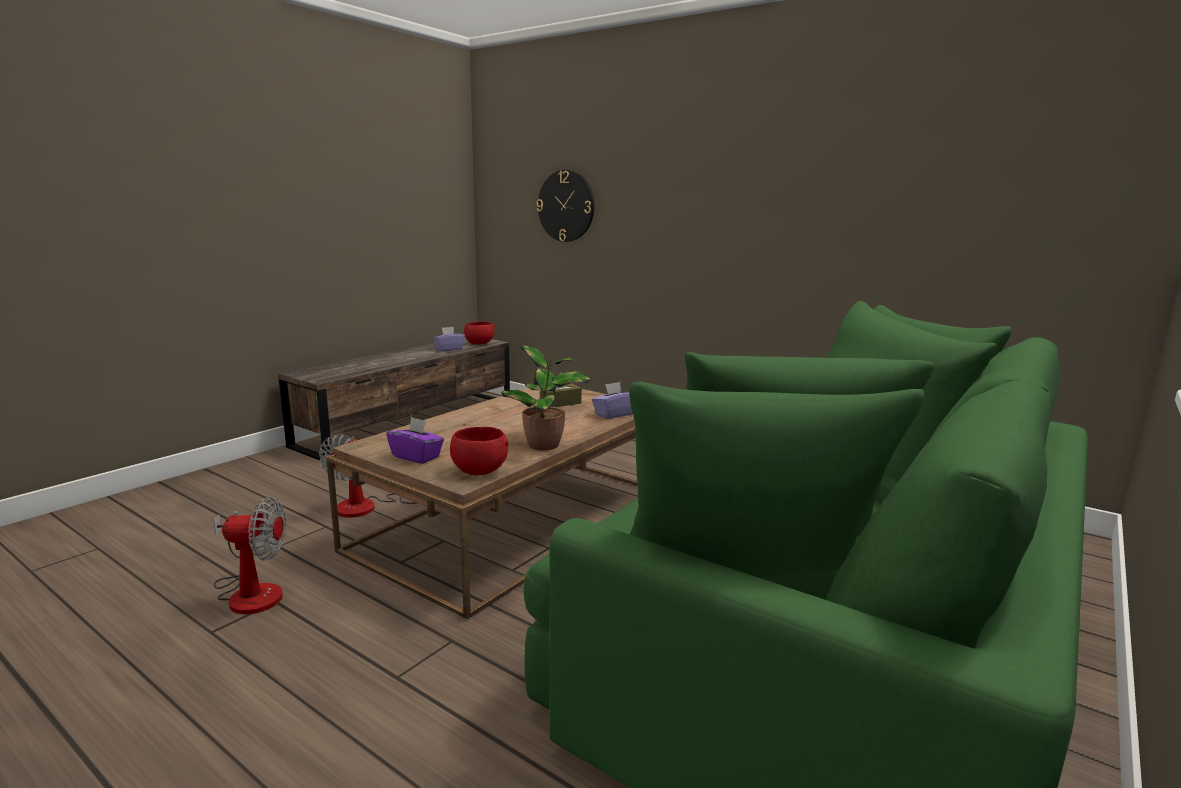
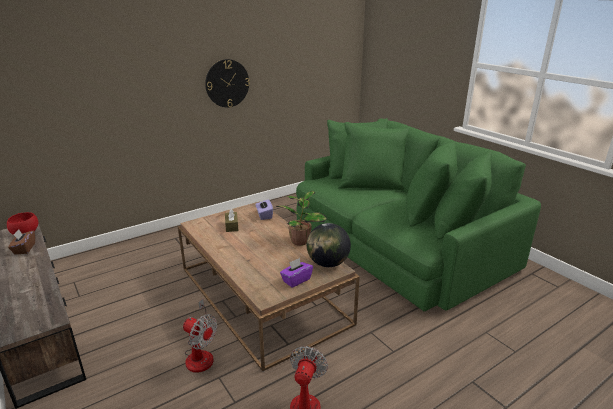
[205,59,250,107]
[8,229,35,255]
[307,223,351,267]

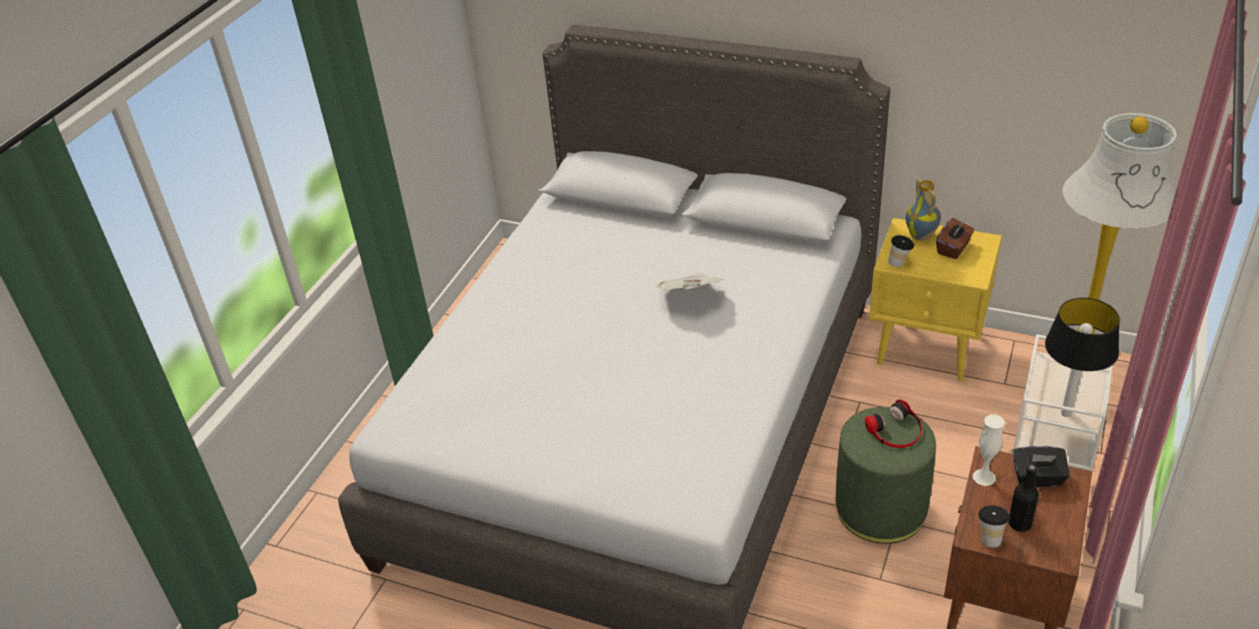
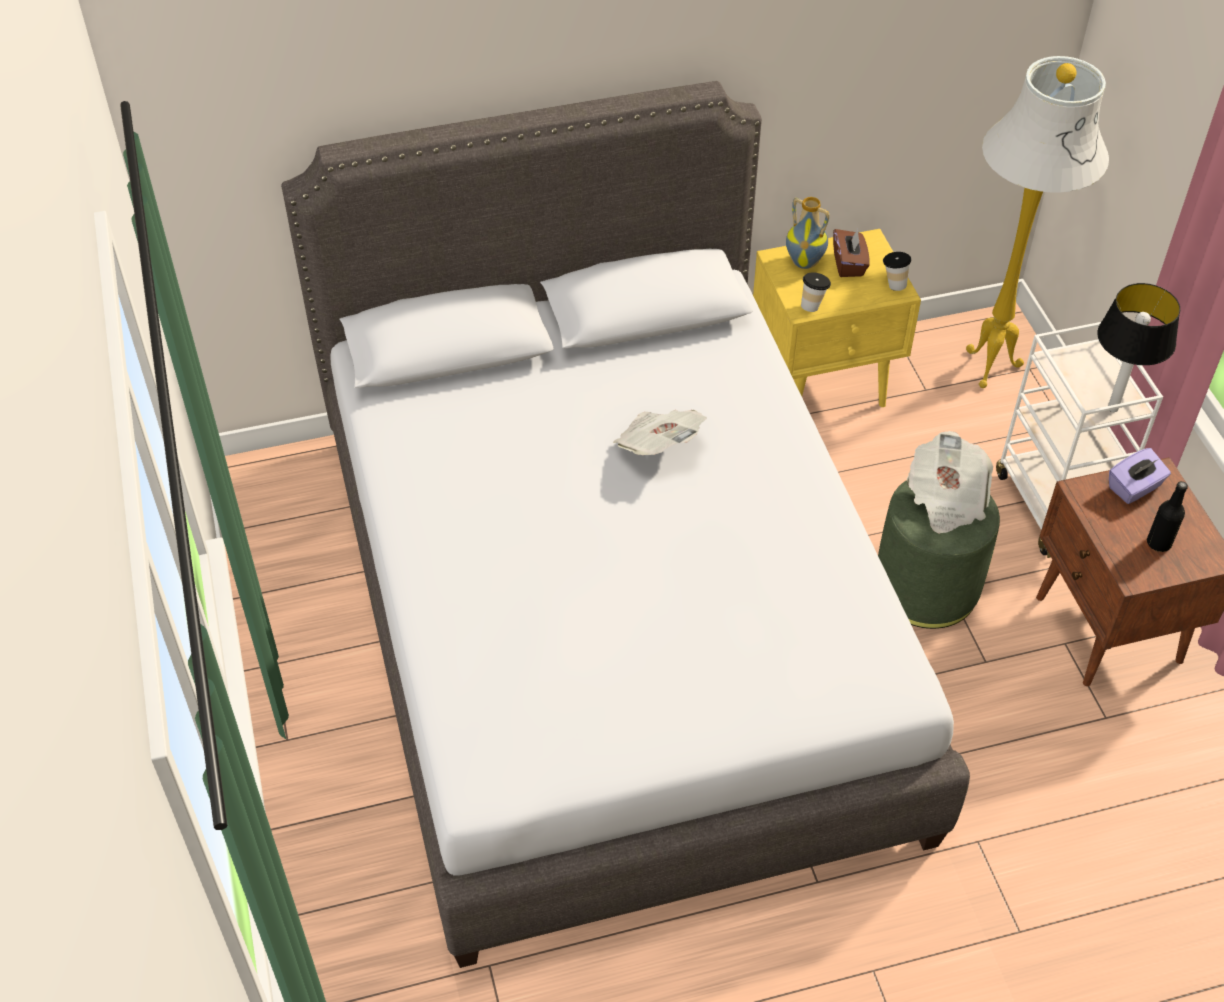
[907,431,993,534]
[973,414,1005,486] (first image)
[1109,448,1171,504]
[883,252,911,291]

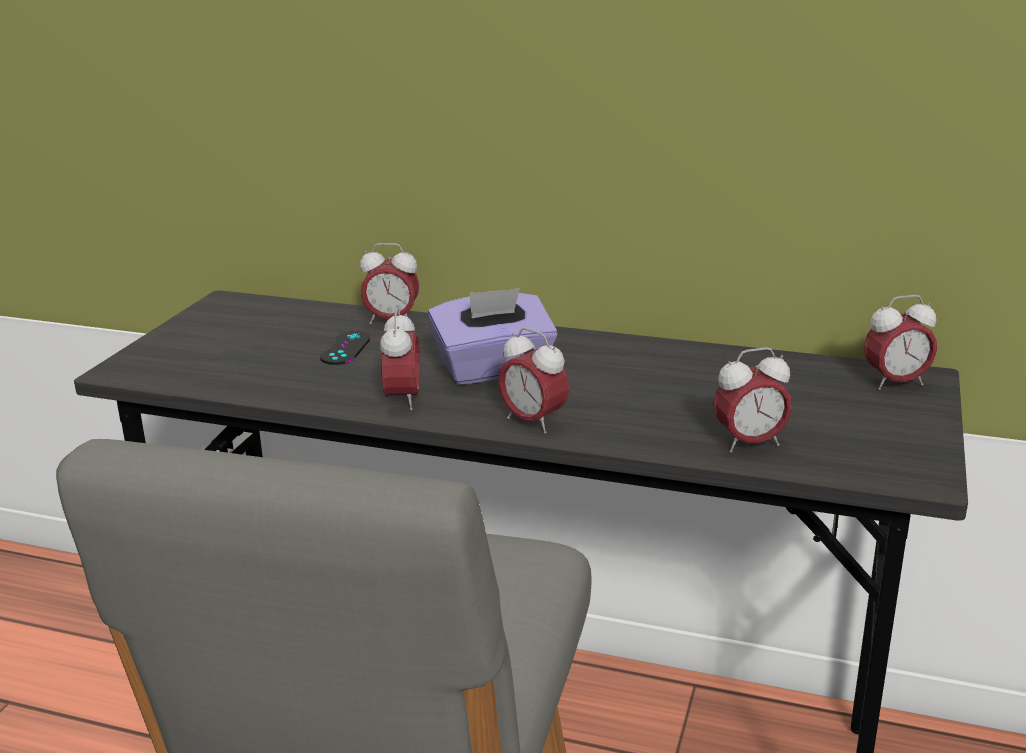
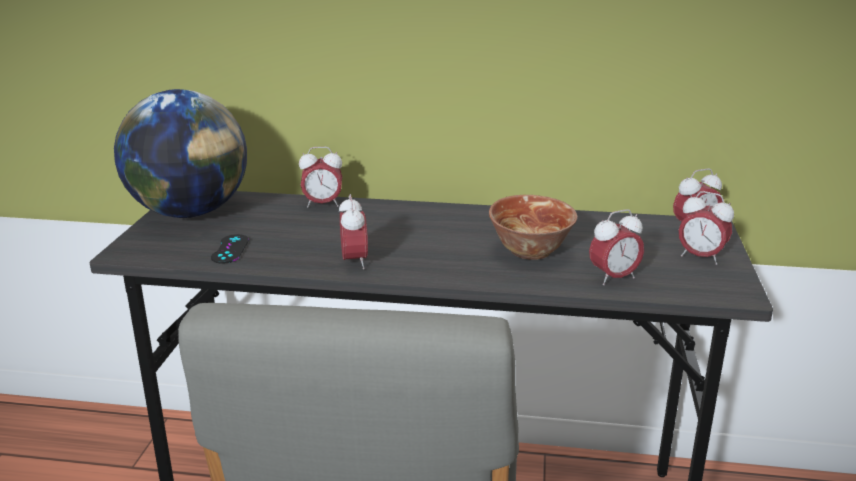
[428,288,558,385] (first image)
[679,191,734,265]
[211,234,249,264]
[114,89,247,218]
[489,195,577,260]

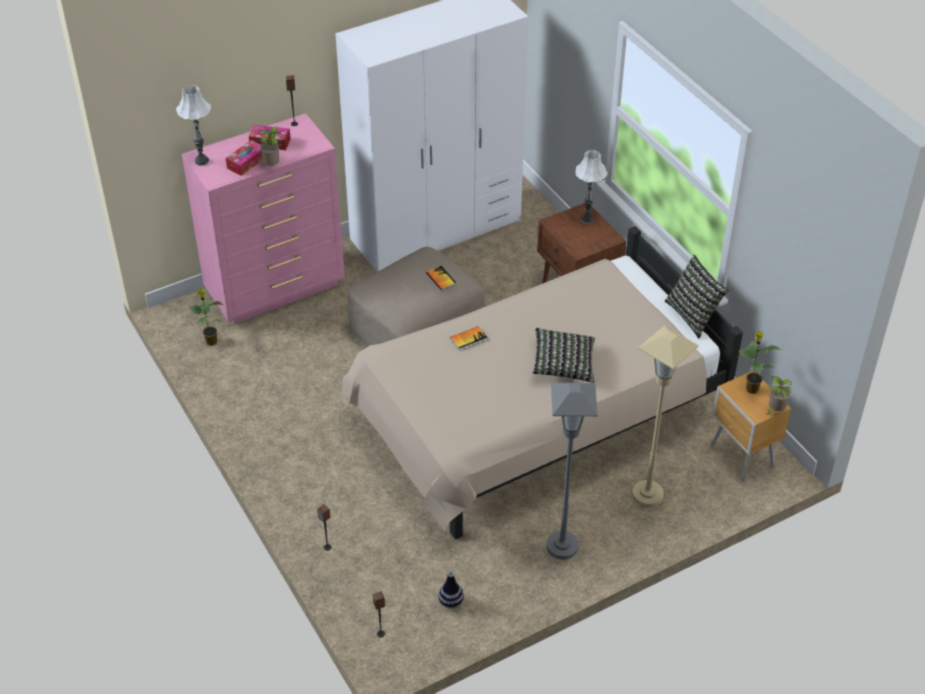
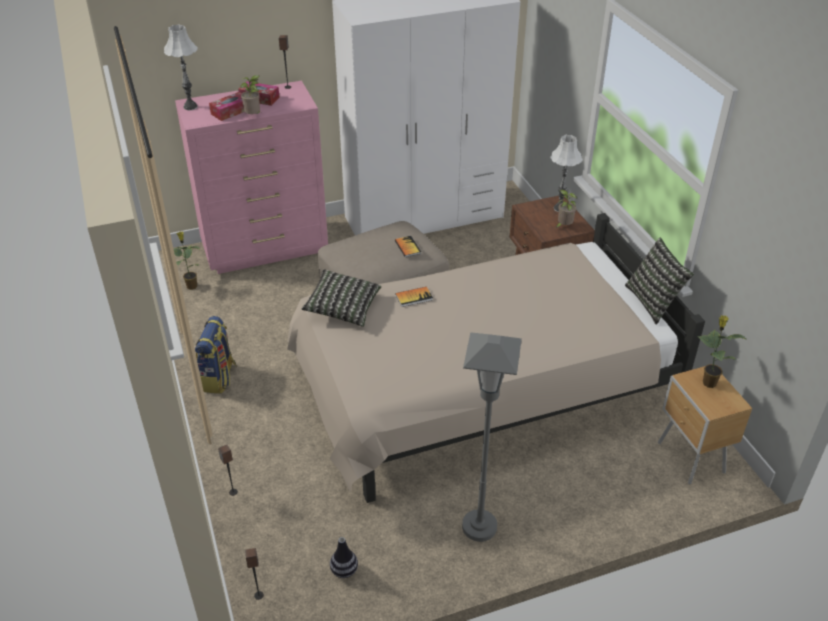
[632,326,699,507] (first image)
[302,269,381,327]
[556,190,577,228]
[195,316,237,394]

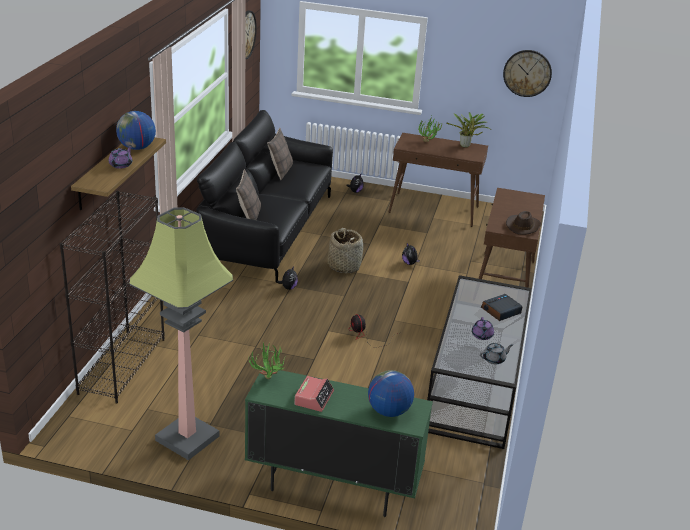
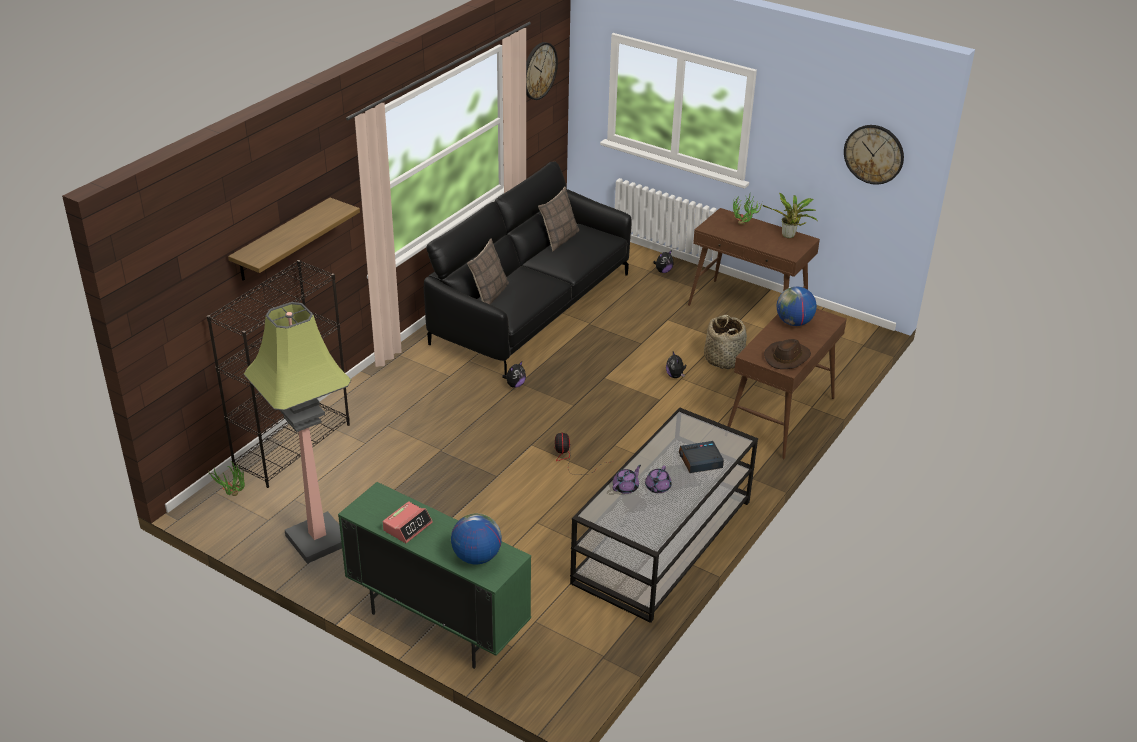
[777,287,817,326]
[613,465,641,494]
[704,315,747,369]
[208,461,245,496]
[480,343,513,364] (first image)

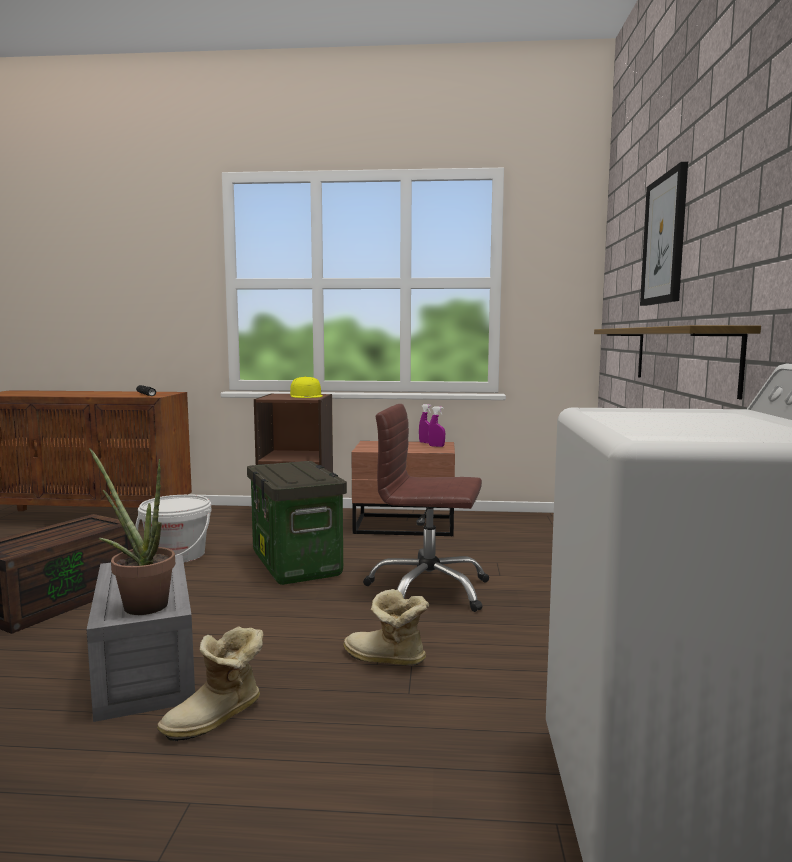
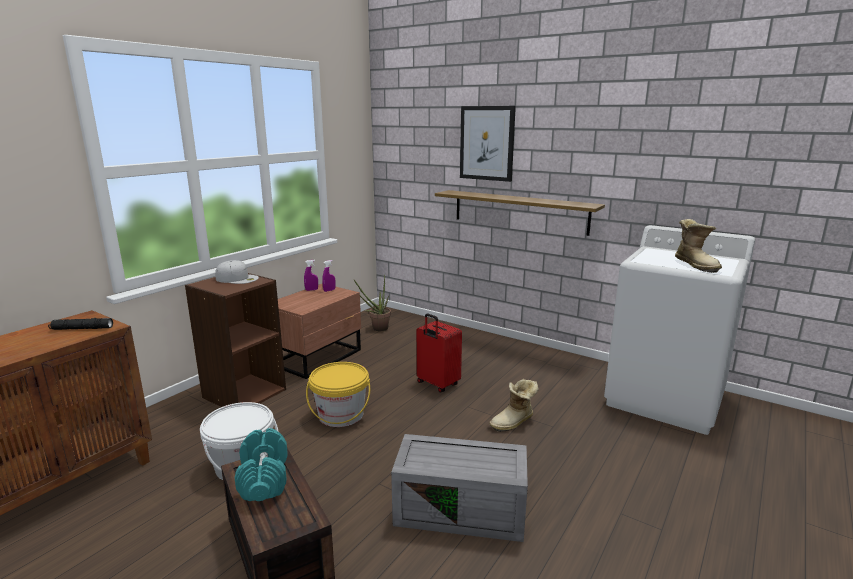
[215,260,259,284]
[417,313,462,392]
[354,275,391,331]
[306,362,370,427]
[675,219,722,273]
[235,428,288,501]

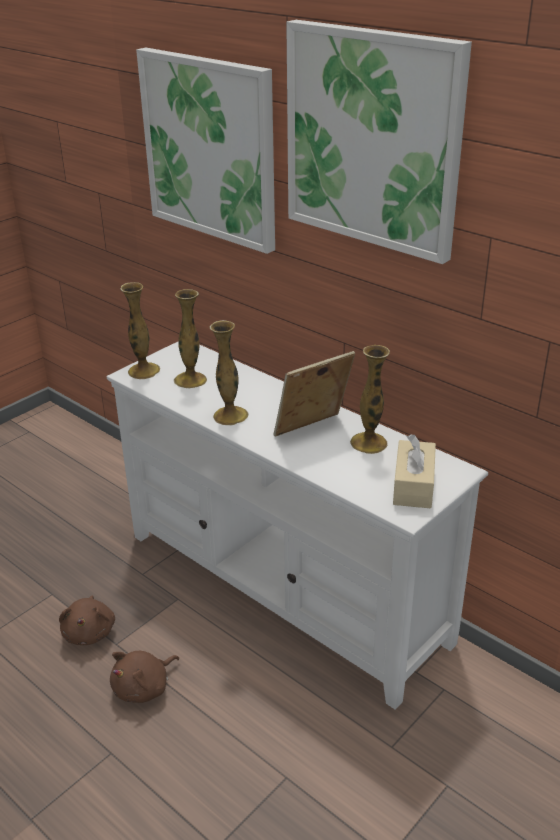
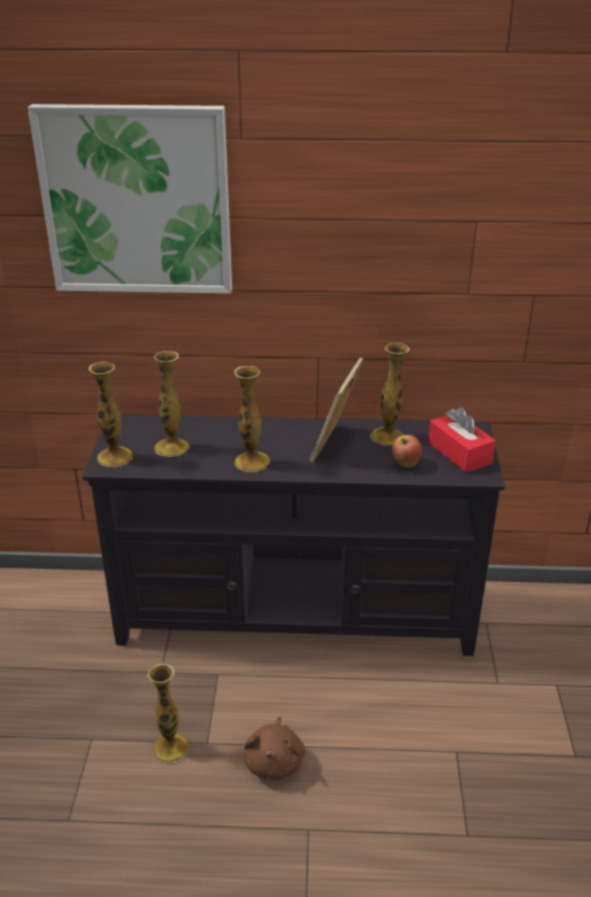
[286,20,472,264] (first image)
[82,414,507,656]
[428,407,496,473]
[148,664,189,763]
[391,435,422,468]

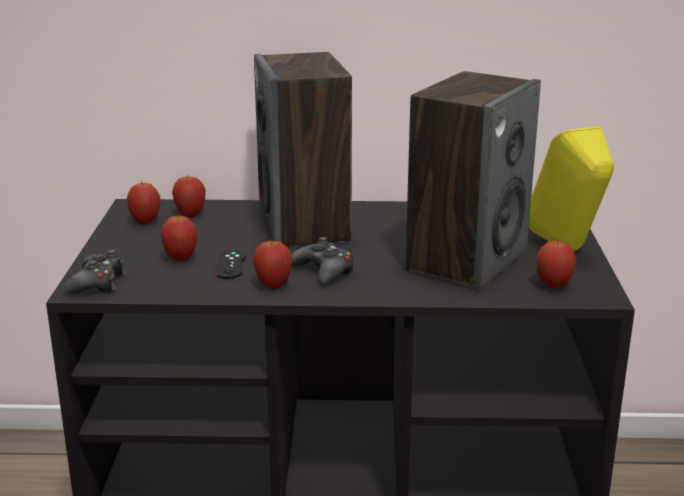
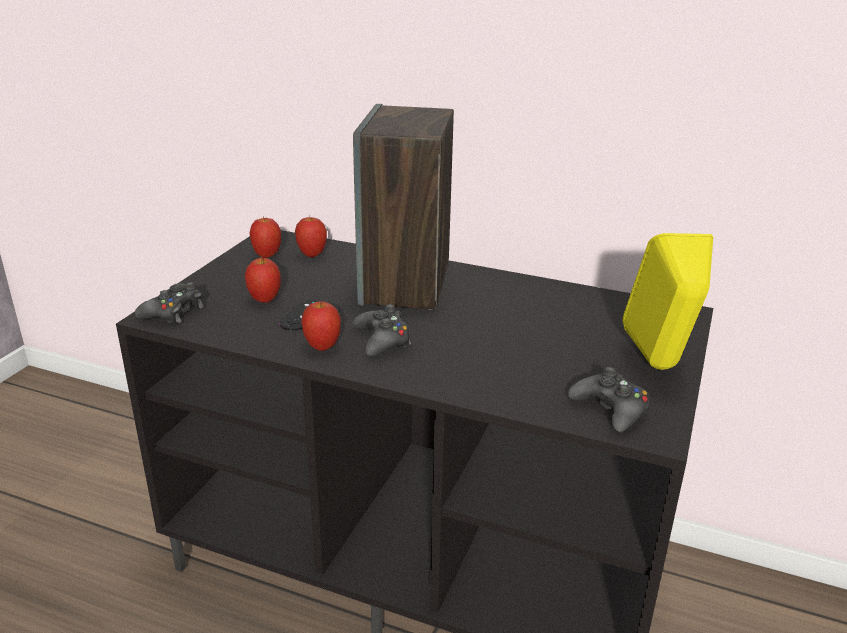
[406,71,541,291] (first image)
[568,367,650,432]

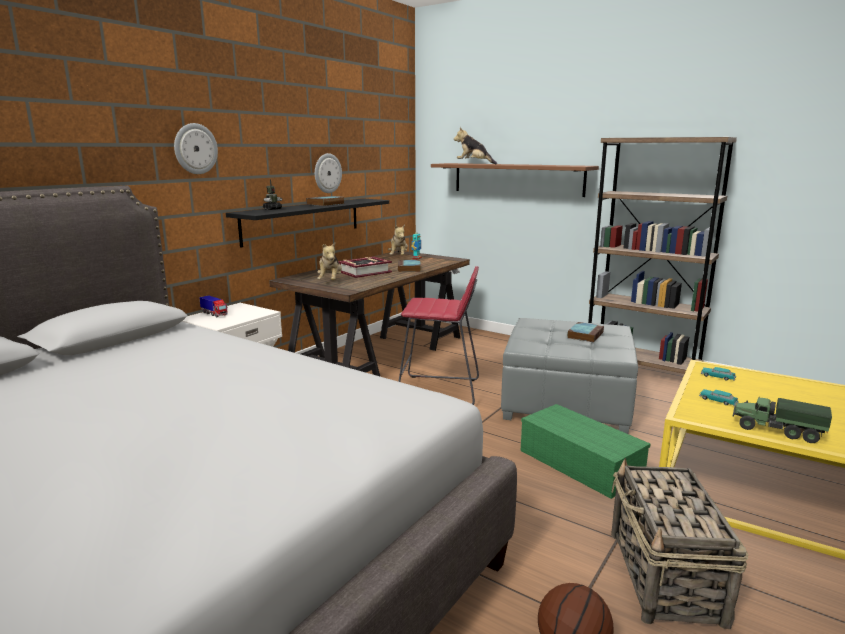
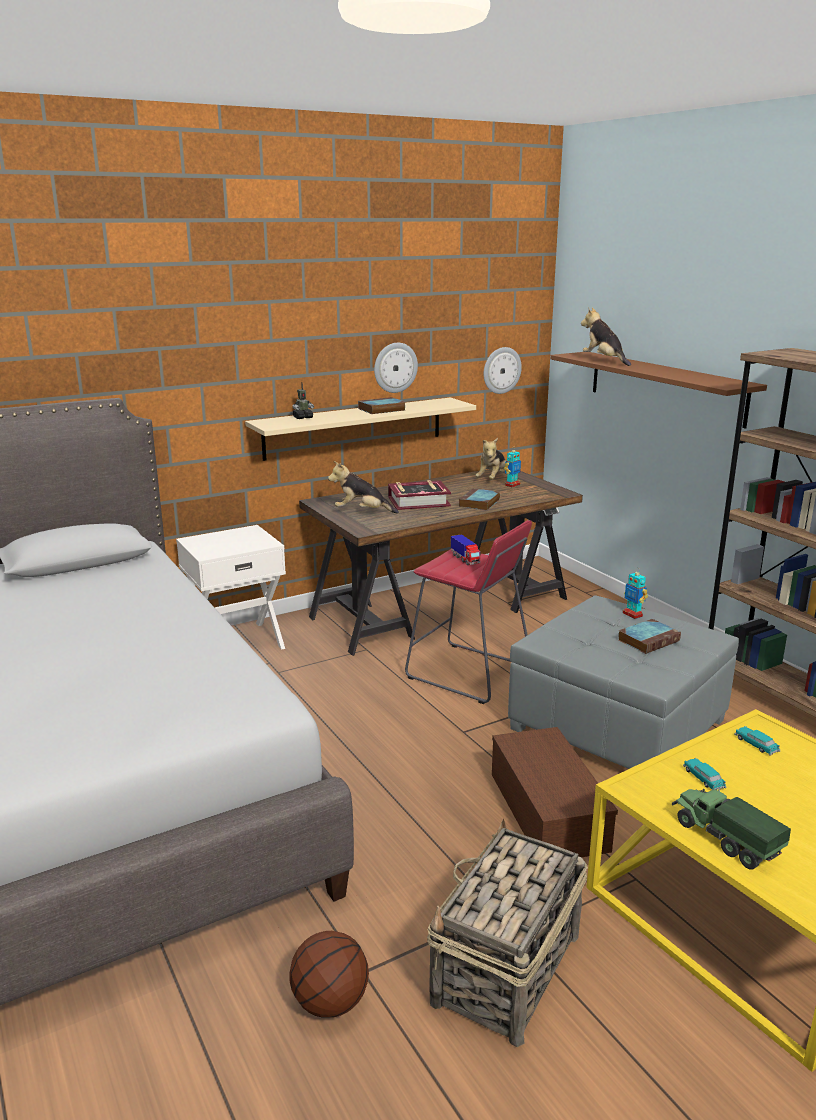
[484,347,522,394]
[245,397,476,461]
[328,461,399,514]
[451,534,481,565]
[492,727,618,857]
[623,569,648,619]

